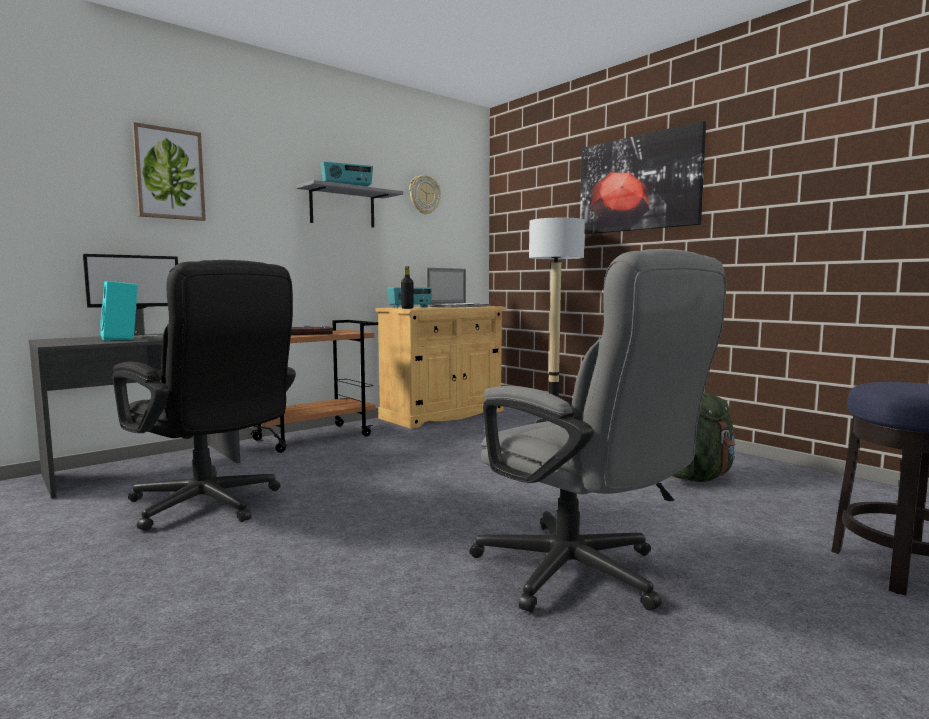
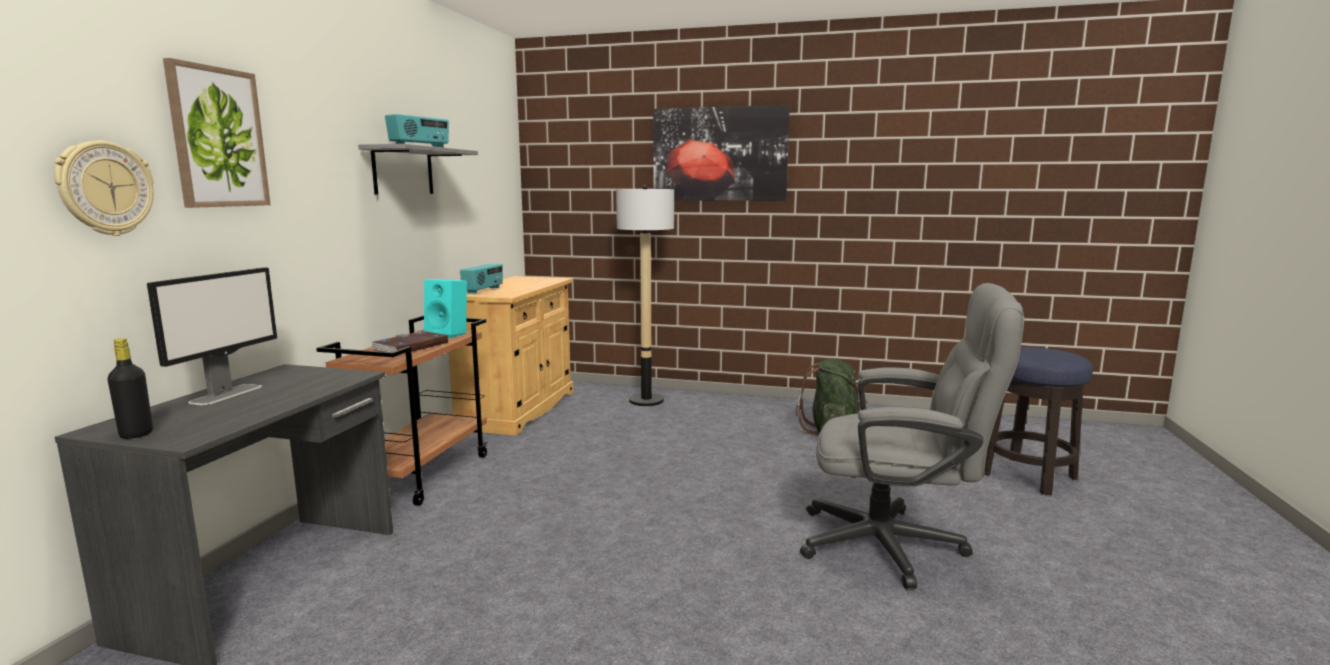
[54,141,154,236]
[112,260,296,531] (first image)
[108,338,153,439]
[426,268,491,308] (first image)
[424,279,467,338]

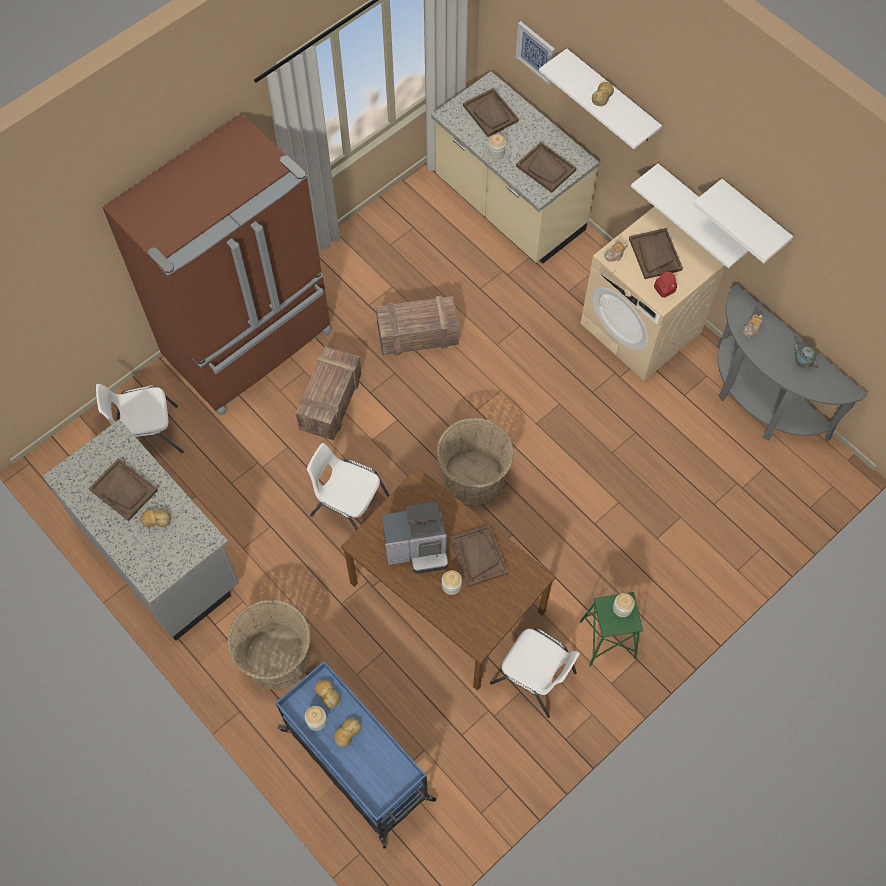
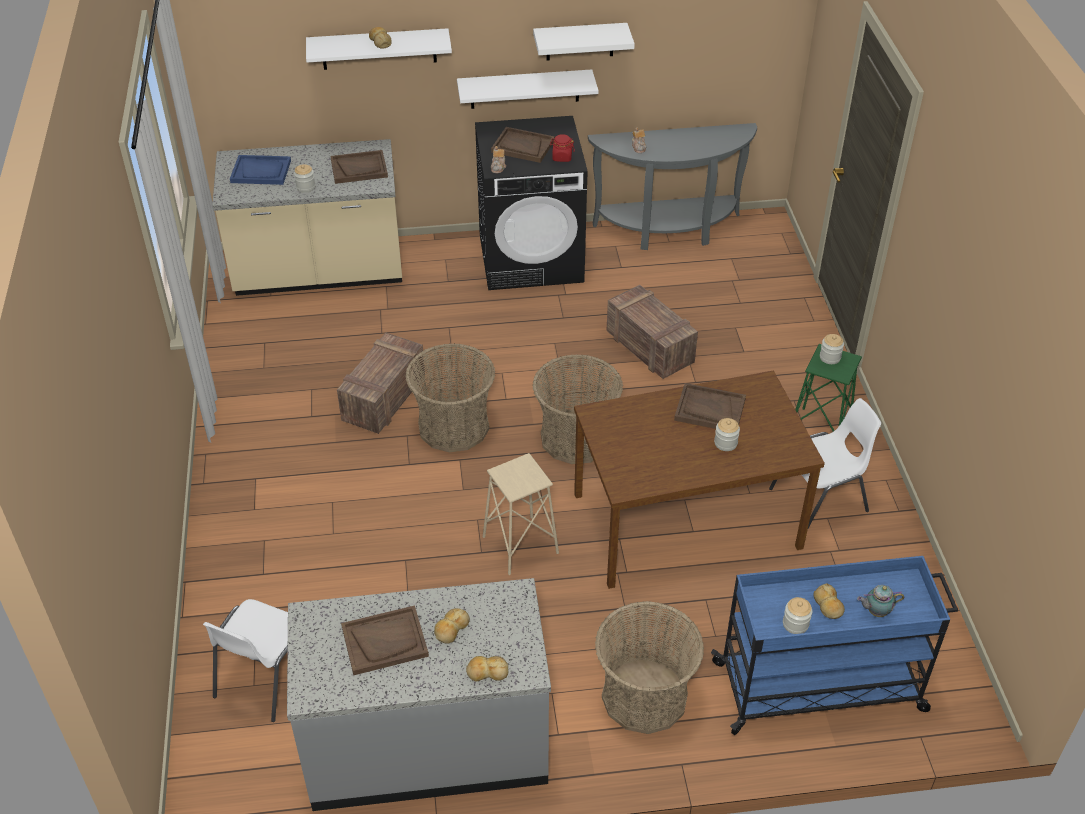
[516,21,555,85] (first image)
[230,155,291,185]
[103,113,332,416] (first image)
[475,116,587,290]
[857,585,904,617]
[607,285,698,379]
[483,453,559,575]
[382,502,448,574] (first image)
[466,656,508,681]
[405,343,495,452]

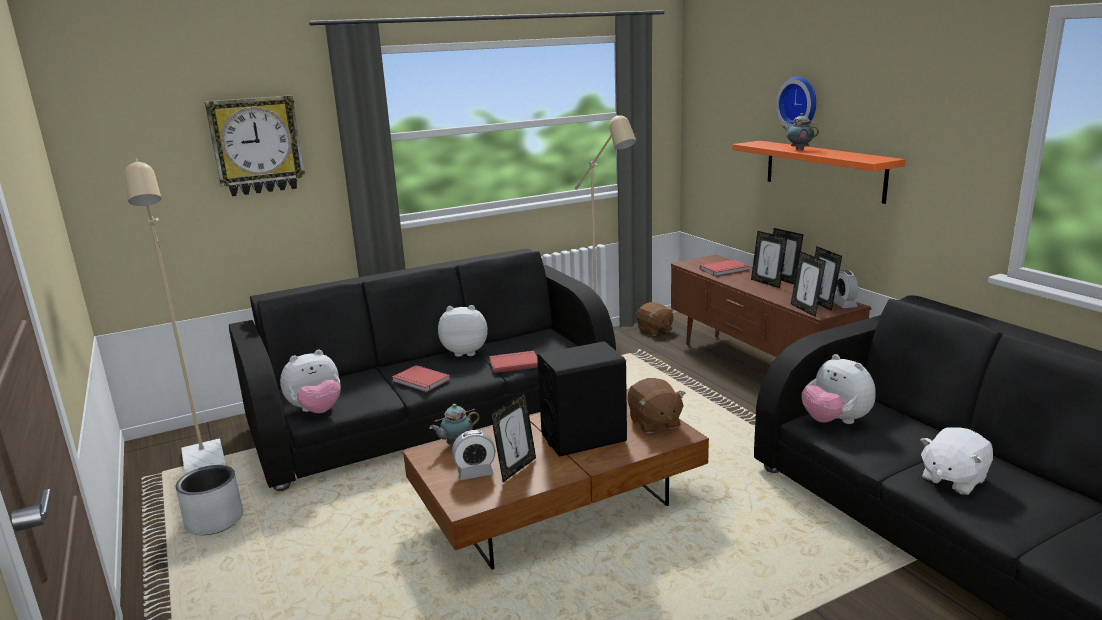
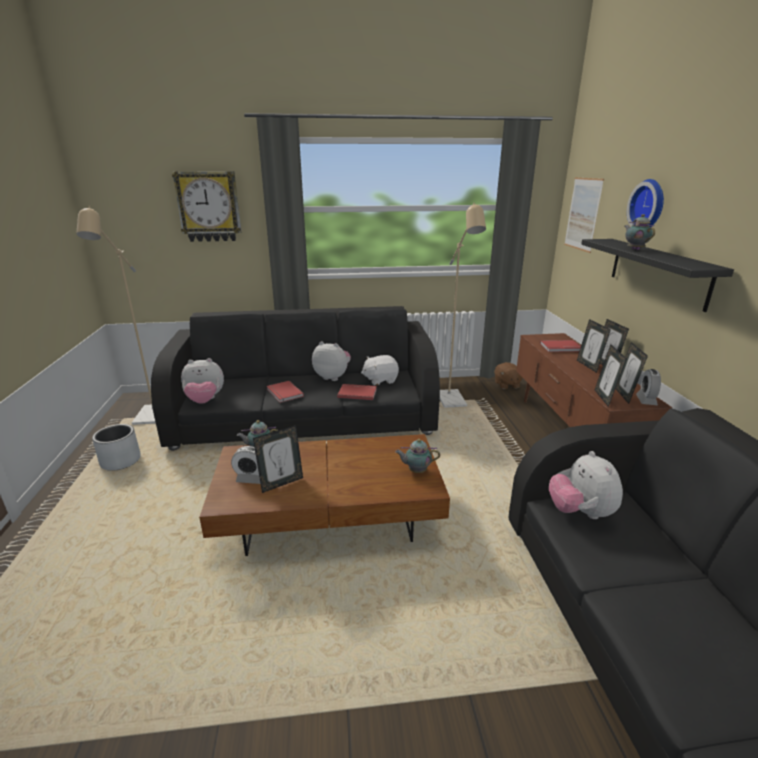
[581,239,734,312]
[537,341,627,457] (first image)
[395,439,440,473]
[361,355,399,386]
[564,177,604,253]

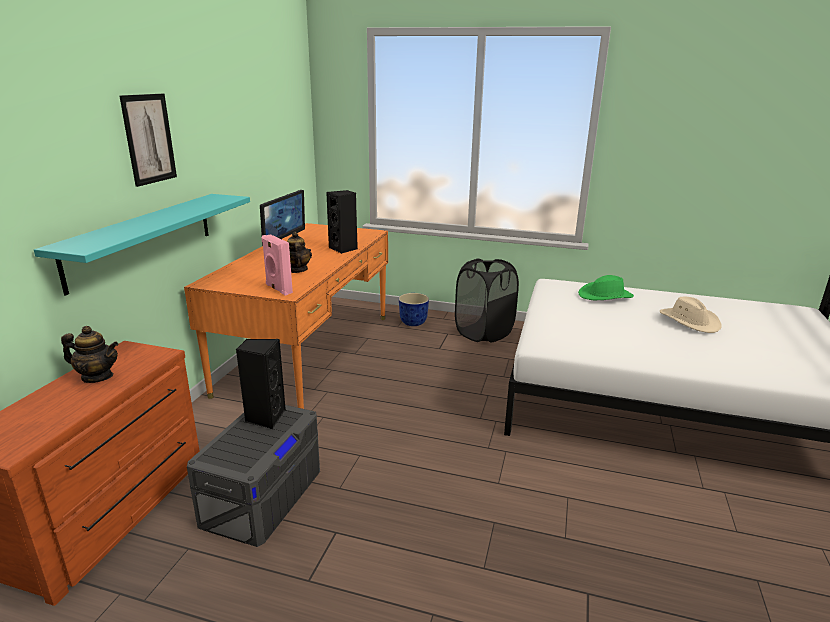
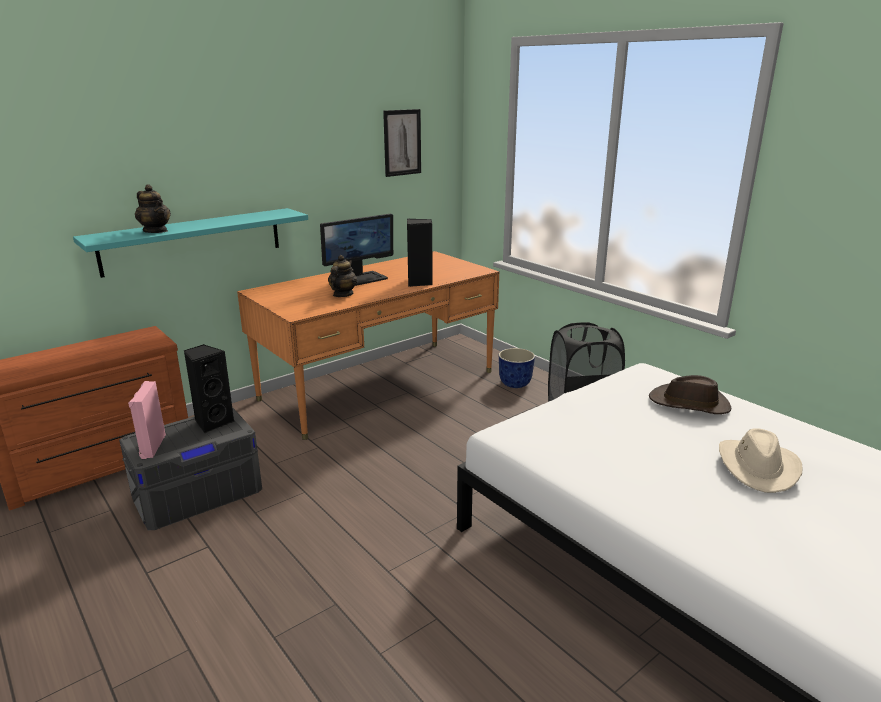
[383,109,421,177]
[128,381,166,459]
[649,375,731,414]
[135,184,171,233]

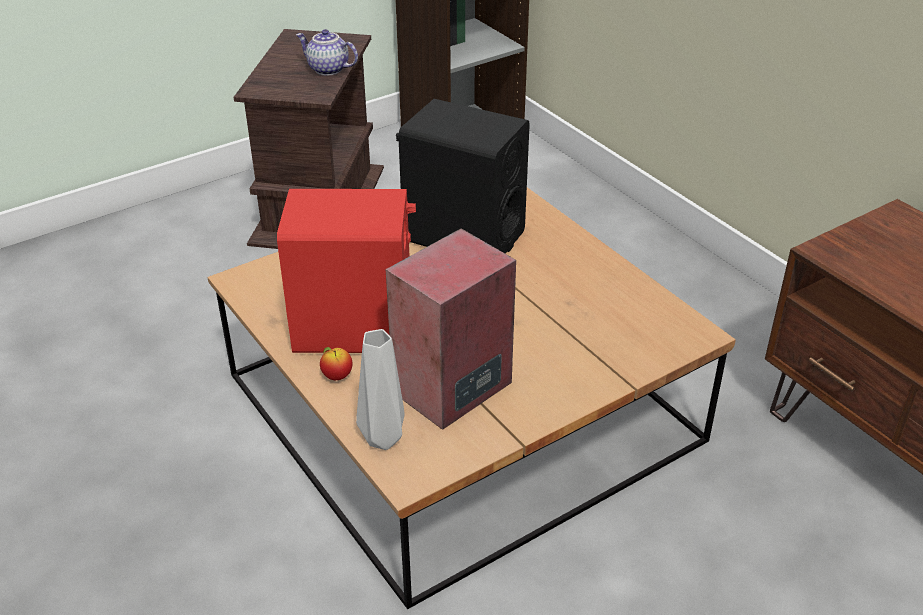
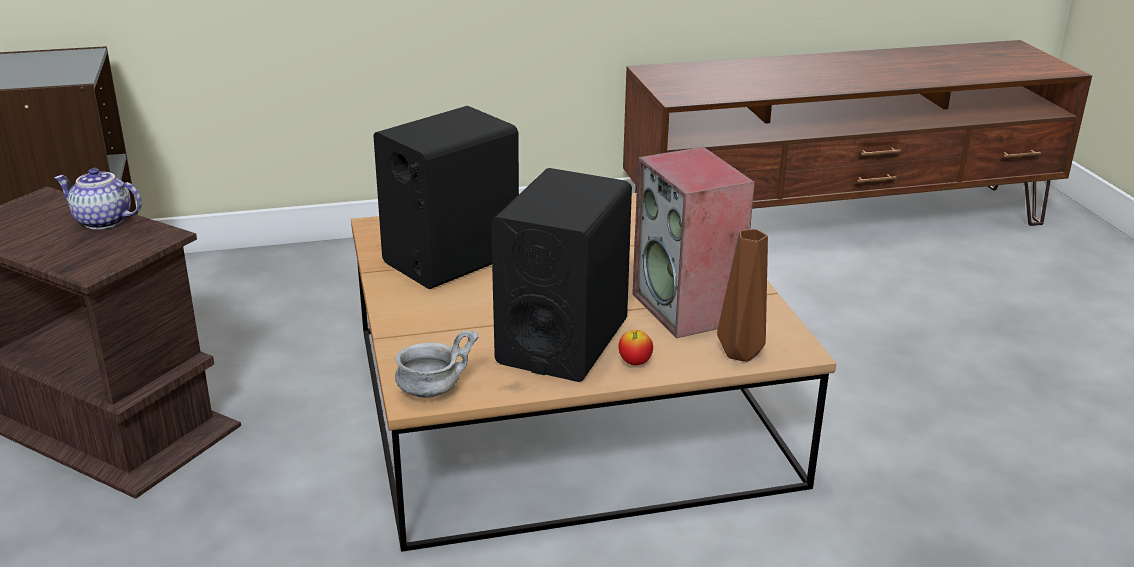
[54,168,142,230]
[491,168,632,382]
[717,229,768,362]
[395,331,478,398]

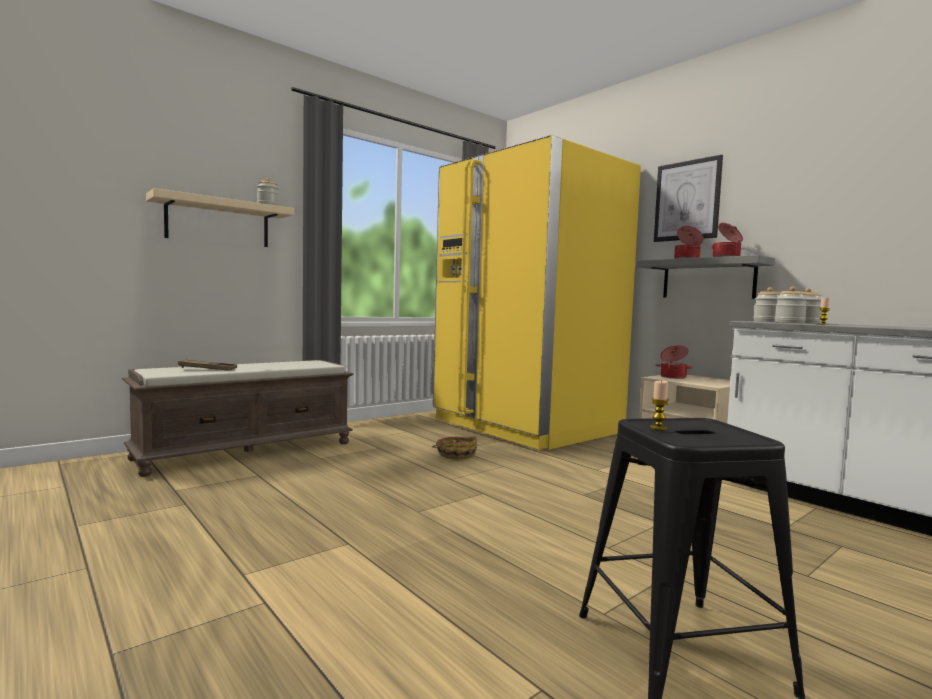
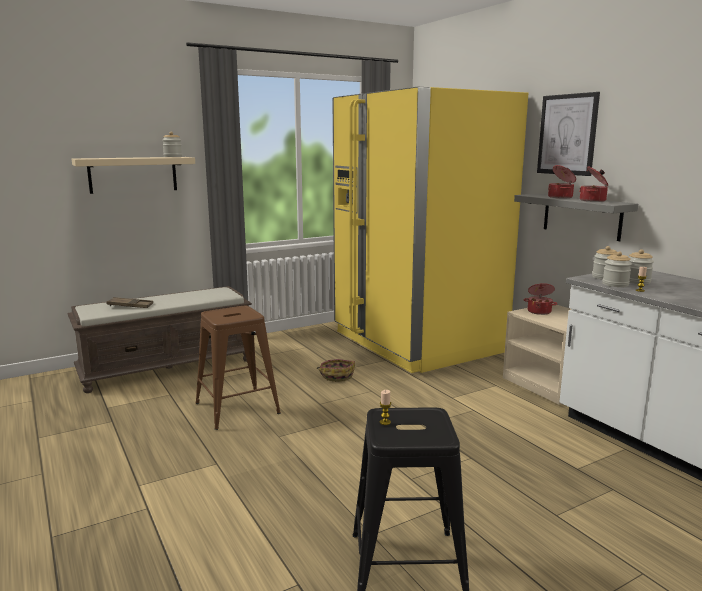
[196,306,281,430]

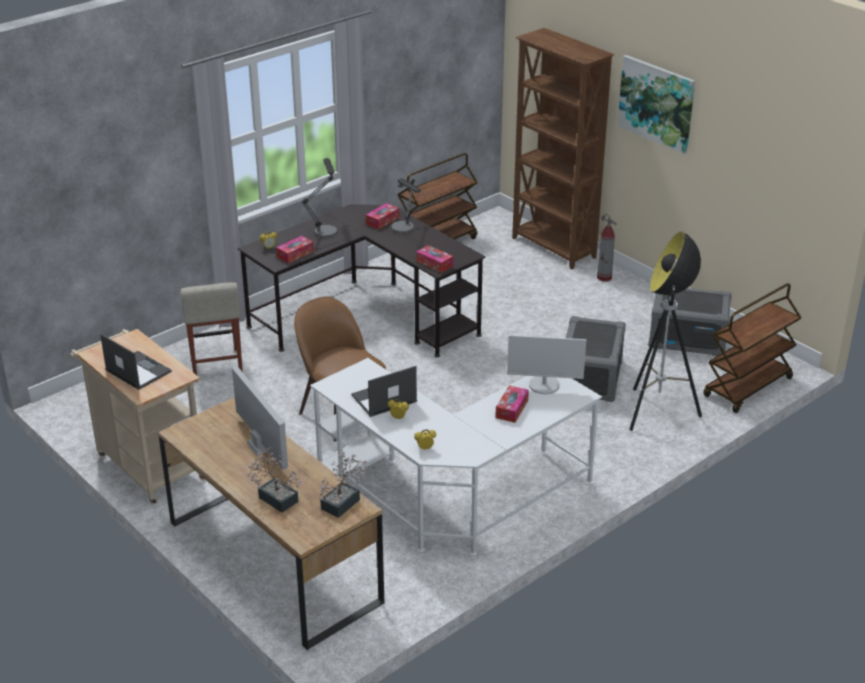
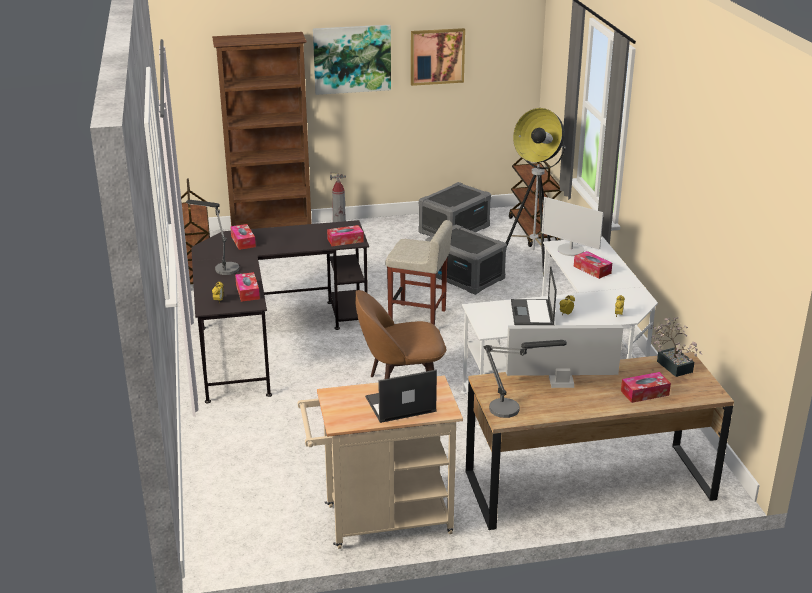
[484,340,567,418]
[385,220,452,325]
[542,197,604,256]
[621,372,671,403]
[411,28,465,86]

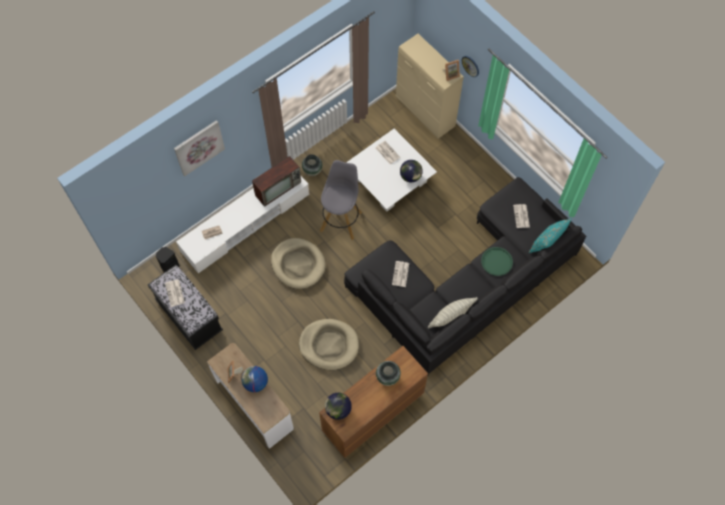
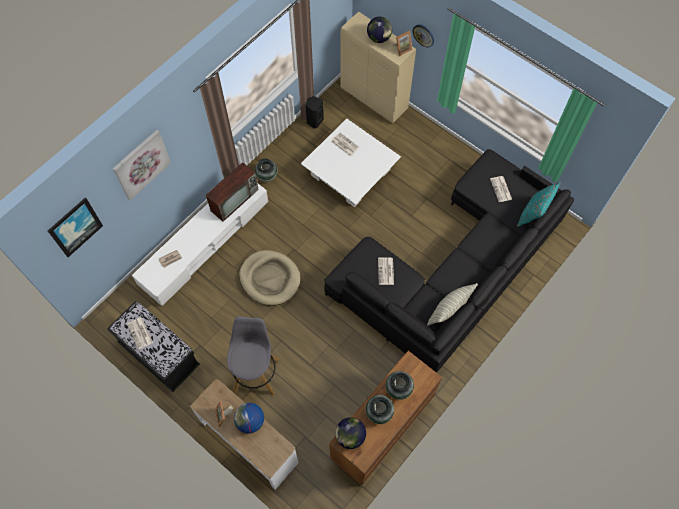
[227,316,280,396]
[367,17,392,43]
[306,96,324,129]
[481,247,513,276] (first image)
[299,319,359,370] (first image)
[48,197,103,257]
[366,395,394,424]

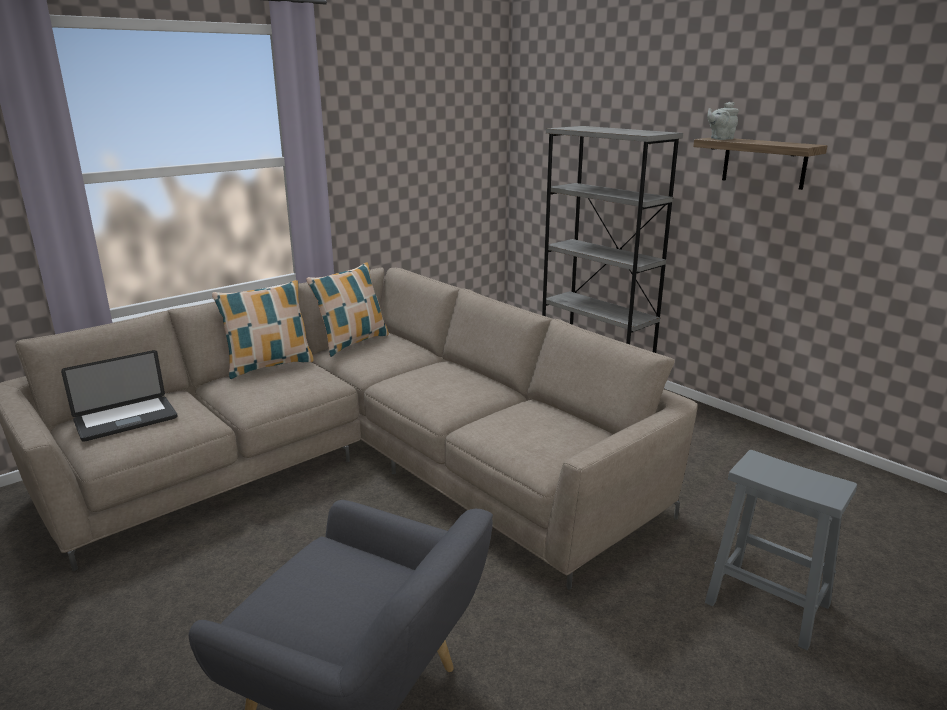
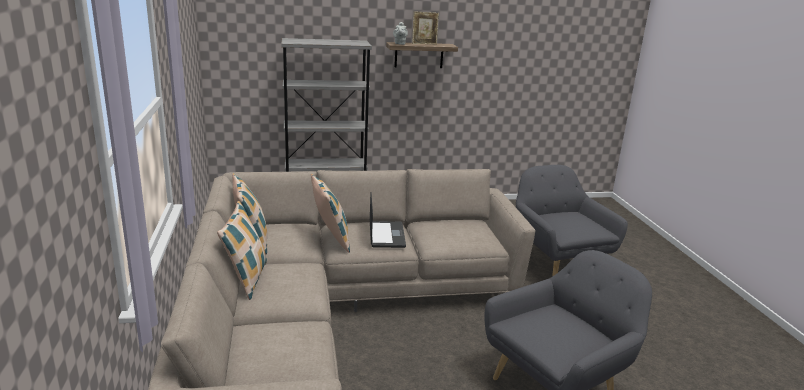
[370,193,406,248]
[516,165,628,277]
[412,11,439,45]
[311,174,350,253]

